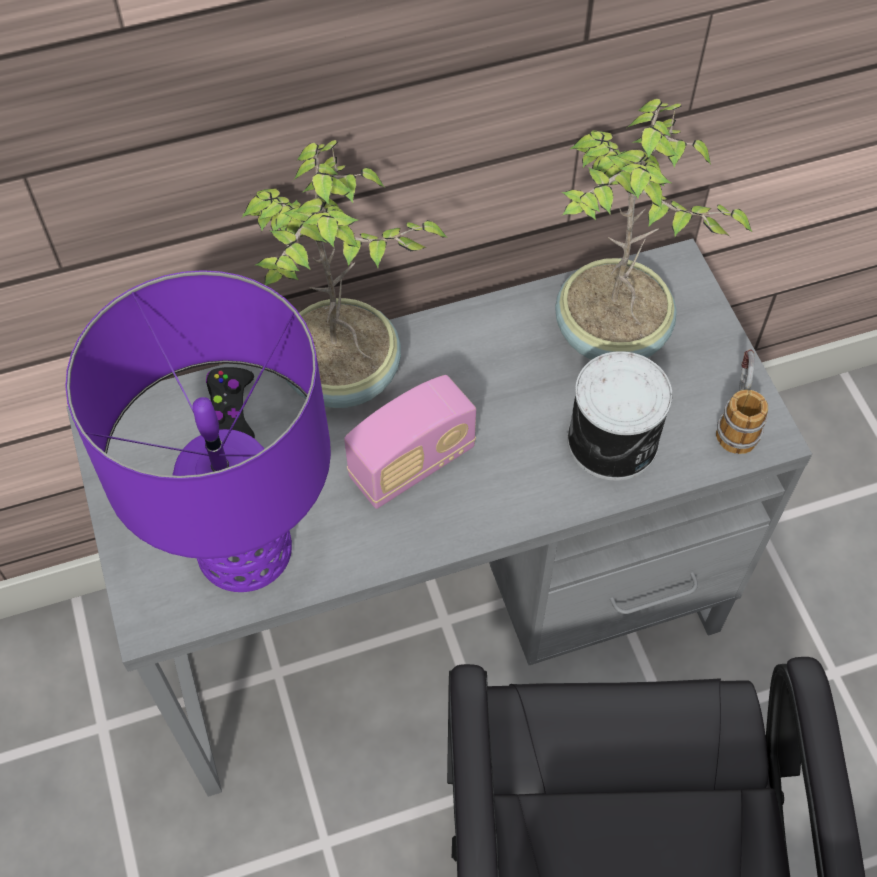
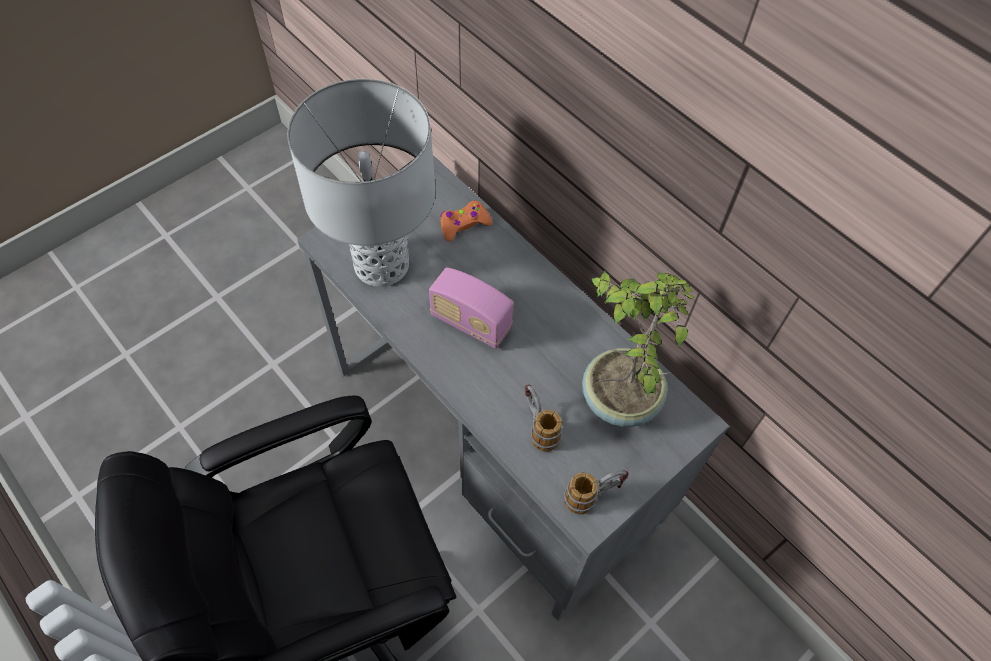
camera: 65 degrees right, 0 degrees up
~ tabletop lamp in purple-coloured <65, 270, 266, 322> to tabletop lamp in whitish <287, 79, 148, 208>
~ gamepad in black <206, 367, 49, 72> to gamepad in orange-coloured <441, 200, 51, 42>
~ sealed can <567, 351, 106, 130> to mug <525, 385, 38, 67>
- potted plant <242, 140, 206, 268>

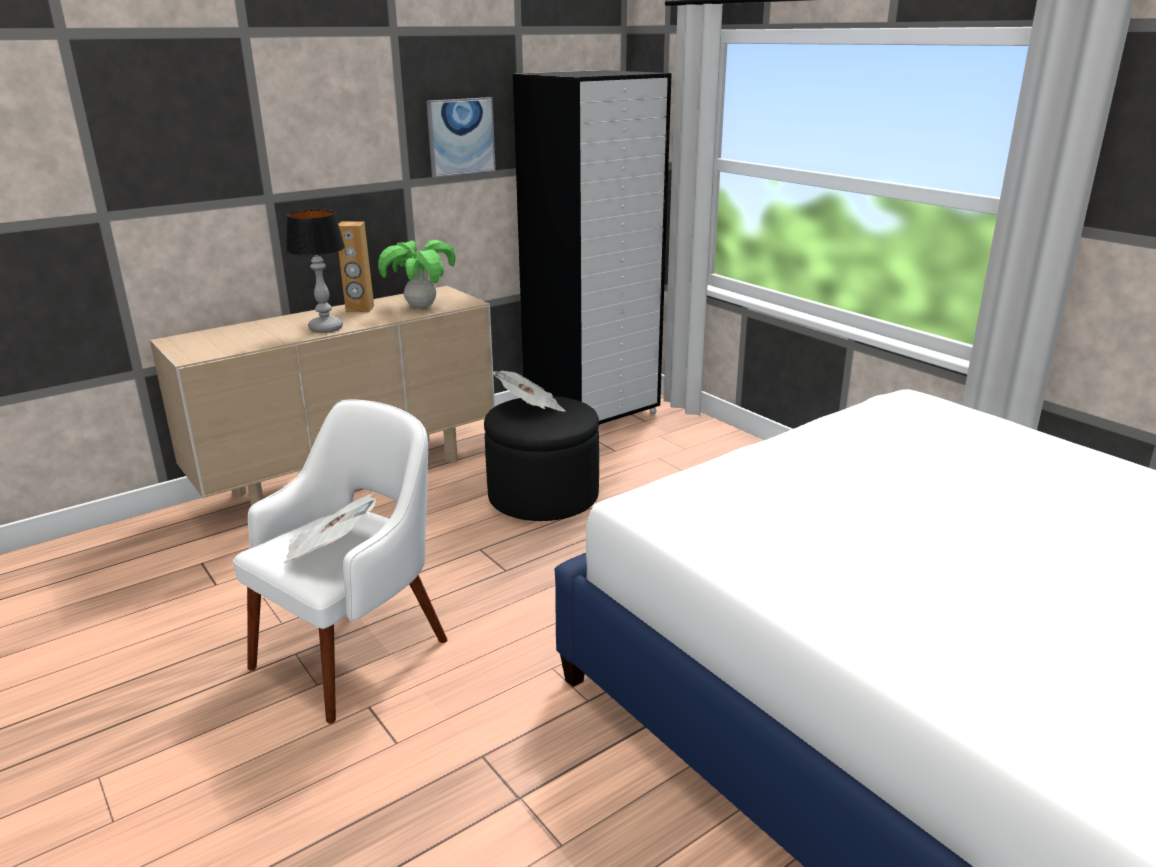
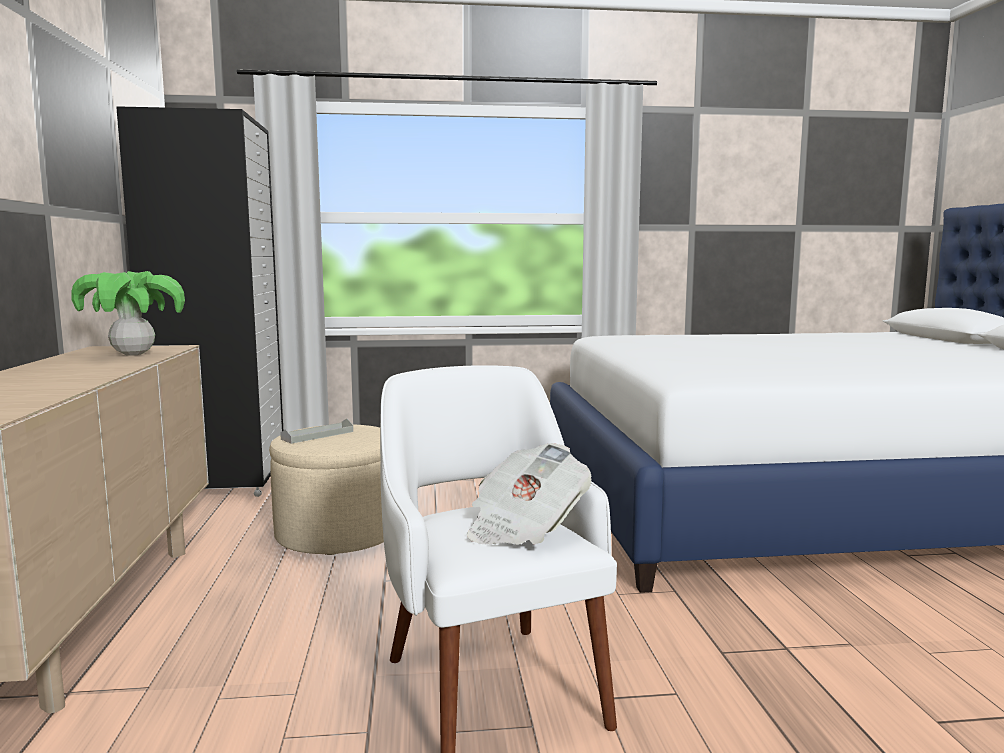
camera: 60 degrees left, 15 degrees down
~ ottoman in black <484, 396, 115, 125> to ottoman in sand-coloured <269, 424, 115, 131>
~ newspaper <492, 371, 73, 40> to tray in gray <280, 419, 73, 25>
- tabletop lamp <286, 210, 59, 123>
- loudspeaker in brown <338, 221, 36, 91>
- wall art <426, 97, 70, 81>

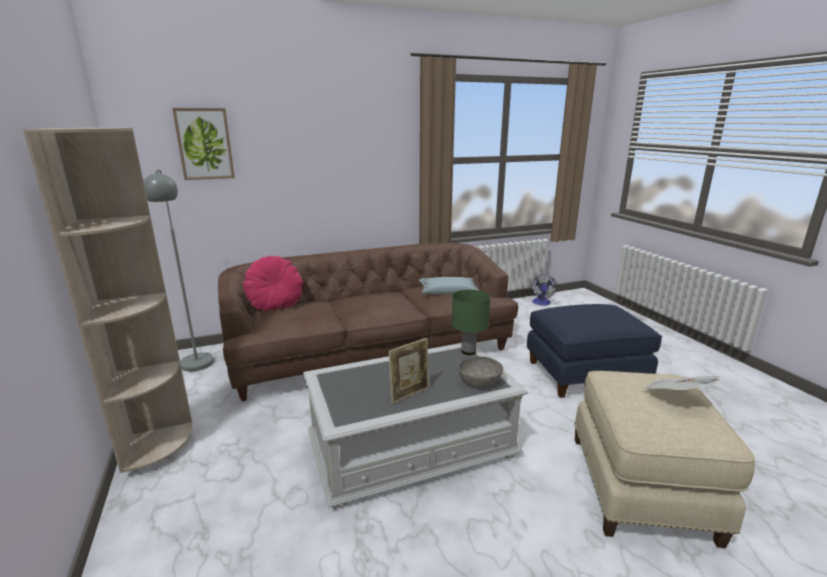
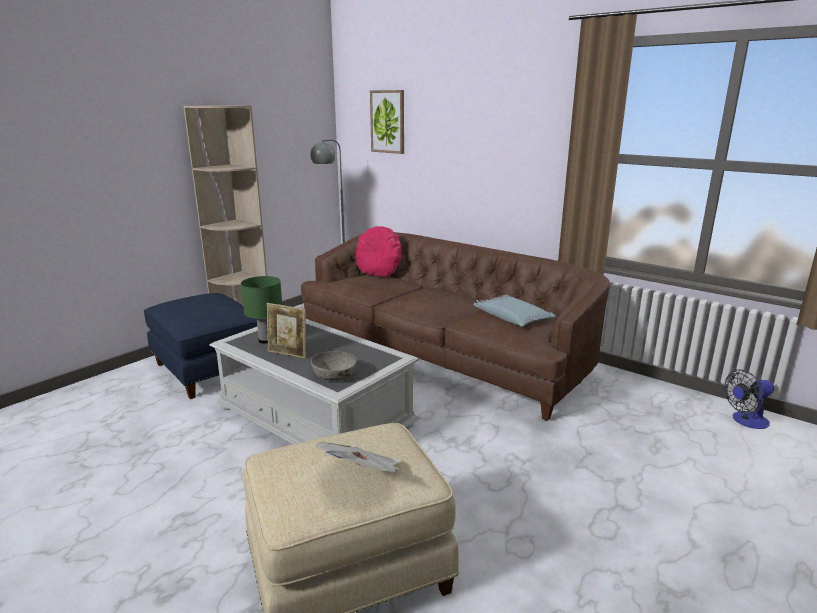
camera: 60 degrees right, 0 degrees up
~ ottoman in bluish <527, 304, 135, 94> to <144, 293, 113, 106>
~ tabletop lamp in green-coloured <452, 290, 38, 65> to <241, 276, 41, 68>

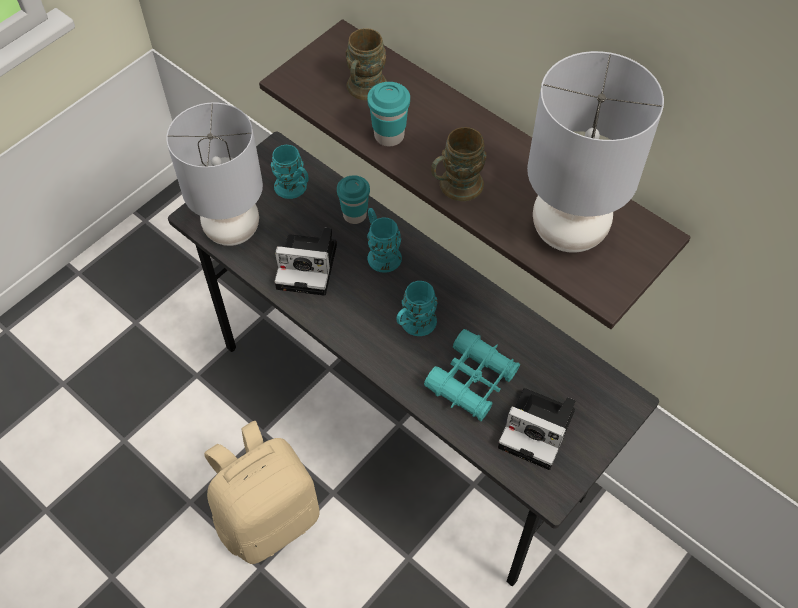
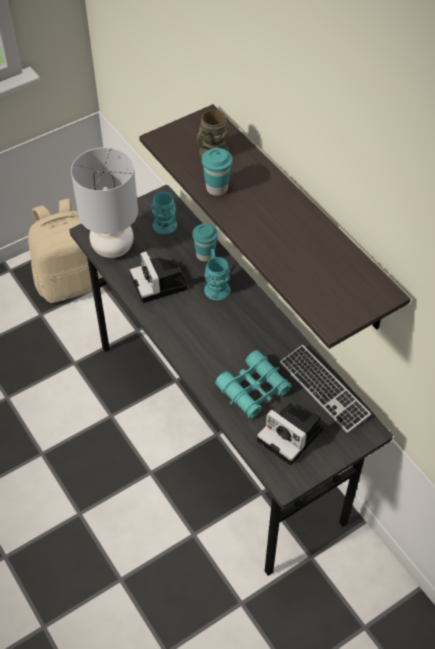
camera: 15 degrees right, 5 degrees down
~ rucksack in sand-coloured <204, 421, 116, 143> to <28, 199, 74, 104>
~ still camera <274, 228, 63, 68> = <130, 251, 58, 52> 45 degrees clockwise
+ keyboard <280, 345, 91, 88>
- mug in blue-green <396, 281, 42, 55>
- mug in brown <431, 127, 55, 74>
- tabletop lamp in gray <527, 51, 137, 202>

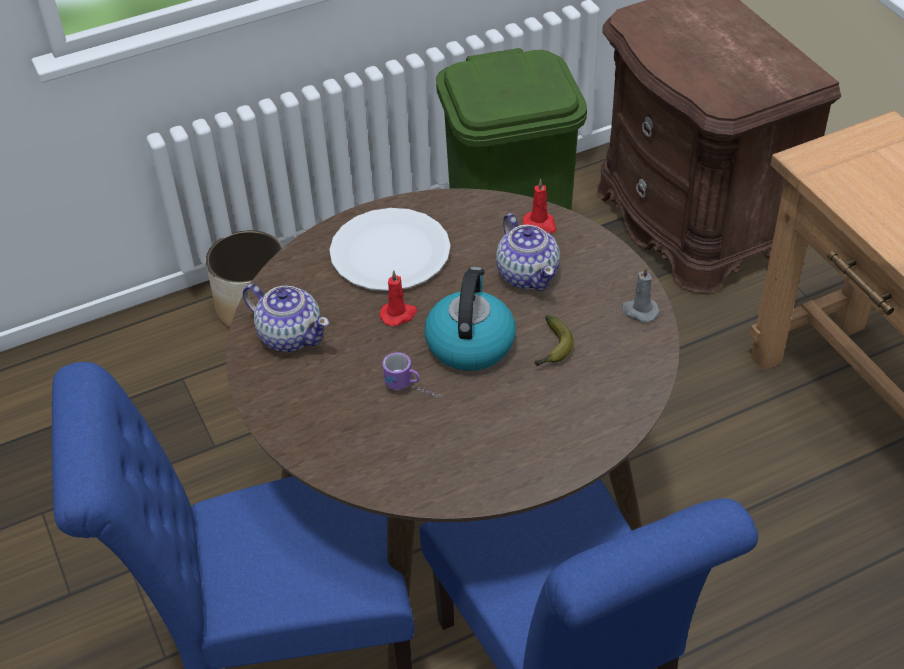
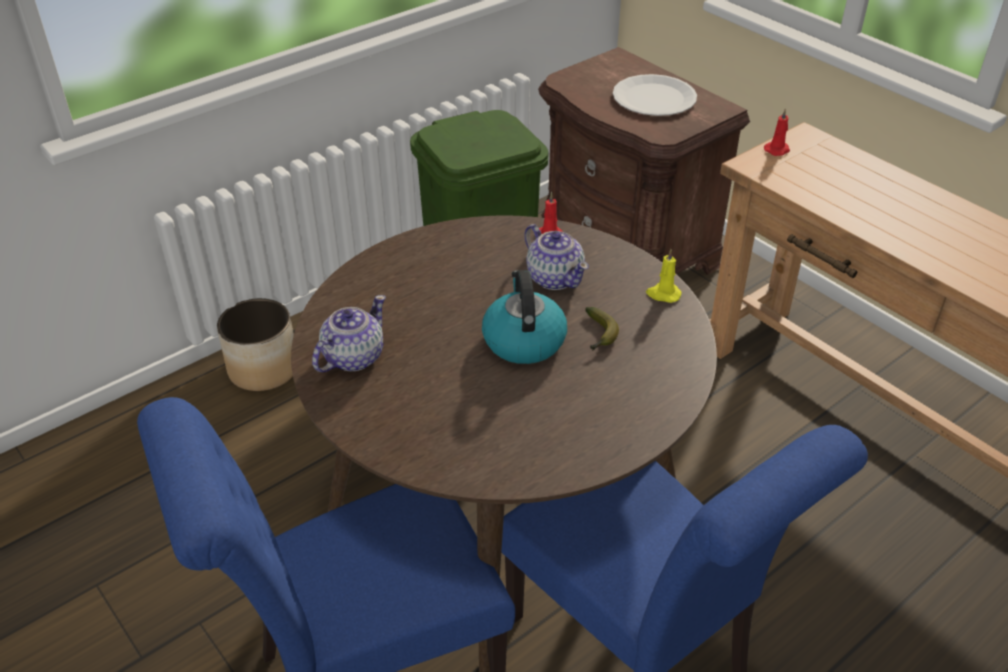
camera: 15 degrees left, 5 degrees down
~ pot for tea <243, 284, 86, 68> = <312, 295, 74, 77> 75 degrees counterclockwise
~ plate in whitish <330, 208, 121, 83> to <613, 74, 84, 42>
~ candle in gray <621, 266, 39, 57> to candle in yellowish <646, 249, 36, 54>
~ candle in red <380, 270, 37, 56> to <764, 109, 26, 47>
- mug <382, 352, 61, 47>

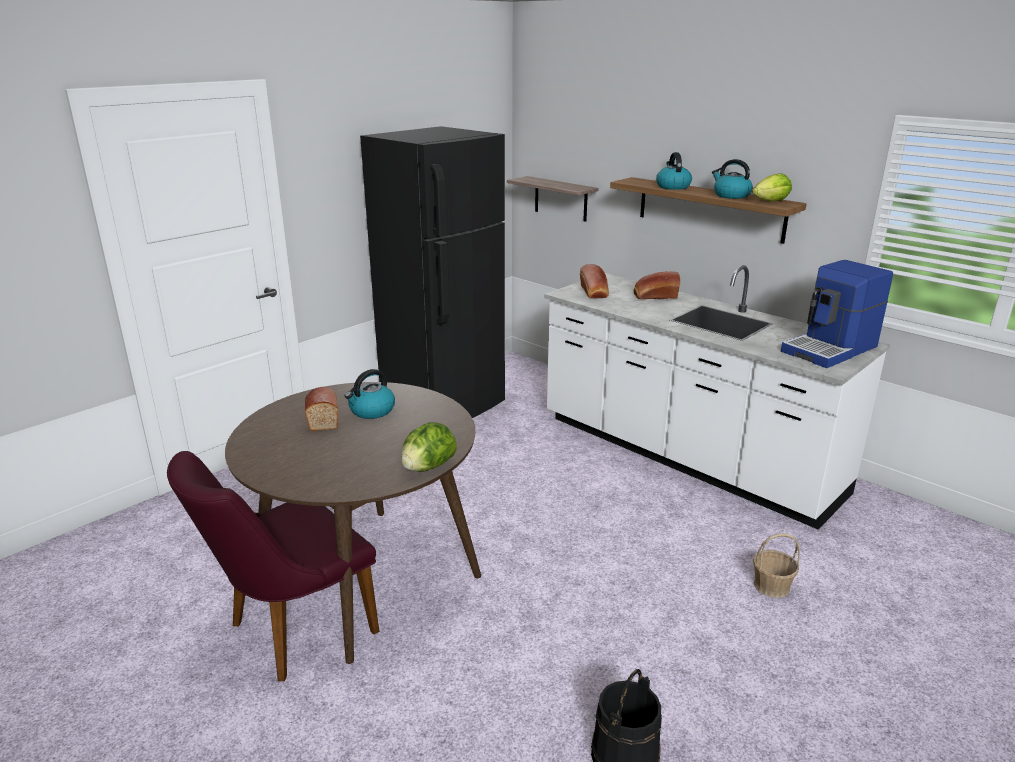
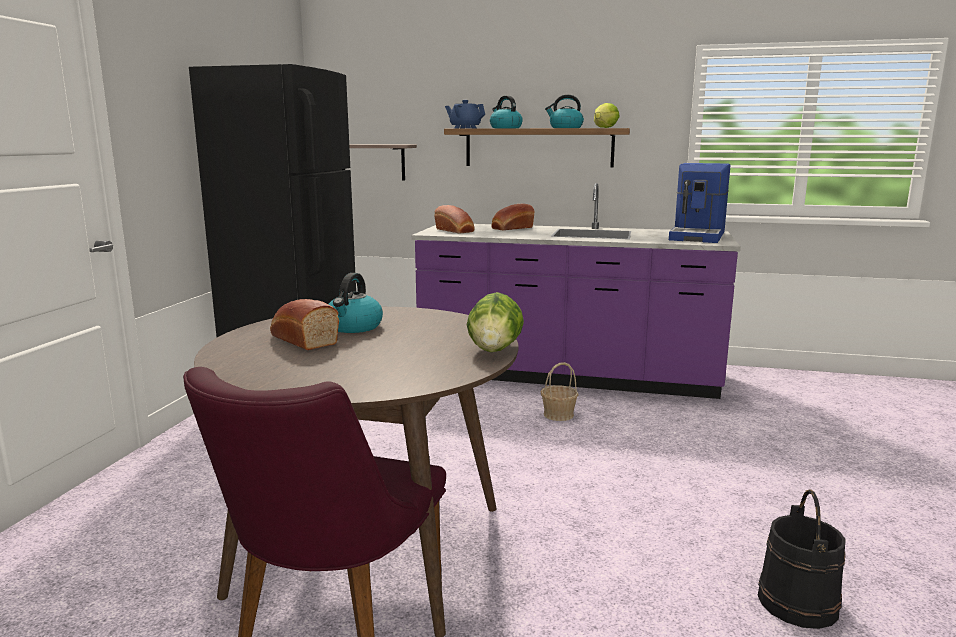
camera: 30 degrees left, 10 degrees down
~ kitchen base unit in whitish <544, 265, 346, 265> to kitchen base unit in purple-coloured <411, 183, 330, 216>
+ pot for tea in bluish <445, 100, 40, 29>
~ household basket <753, 533, 47, 65> to <541, 362, 38, 59>

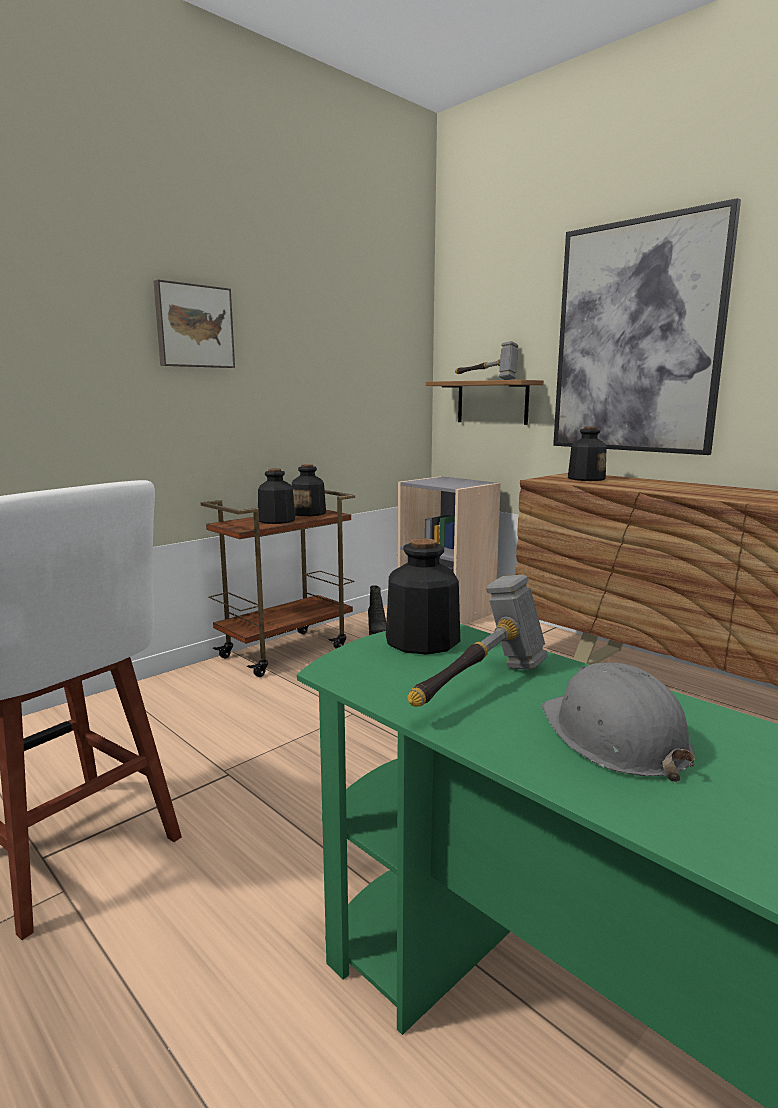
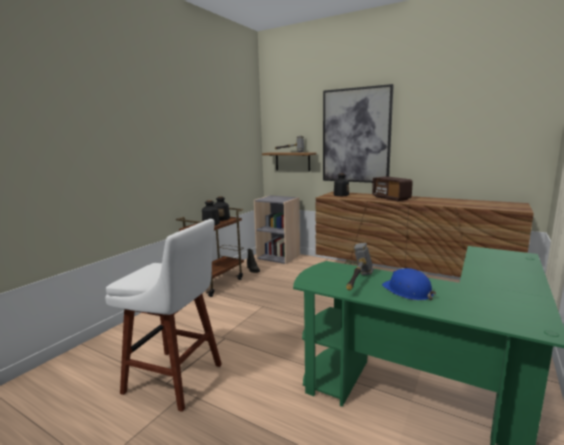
camera: 15 degrees left, 0 degrees up
+ radio set <372, 176, 41, 25>
~ hard hat in gray <542, 663, 153, 119> to hard hat in bluish <382, 268, 54, 32>
- wall art <154, 279, 81, 89>
- beverage bottle <386, 538, 74, 117>

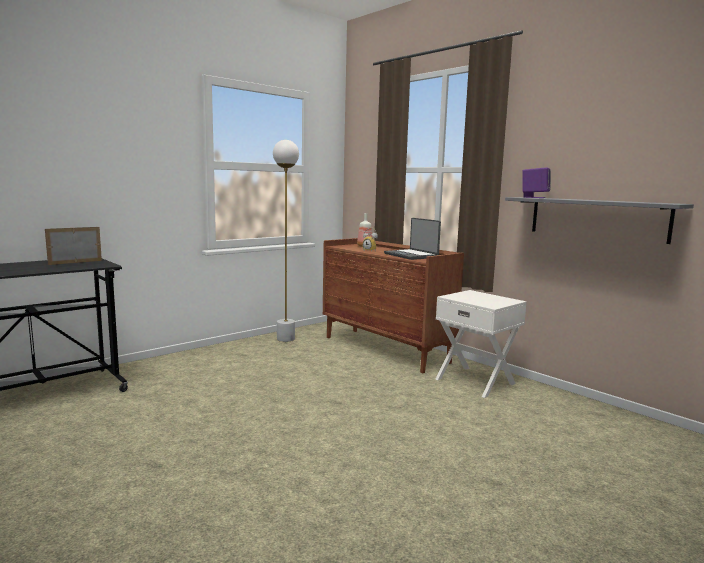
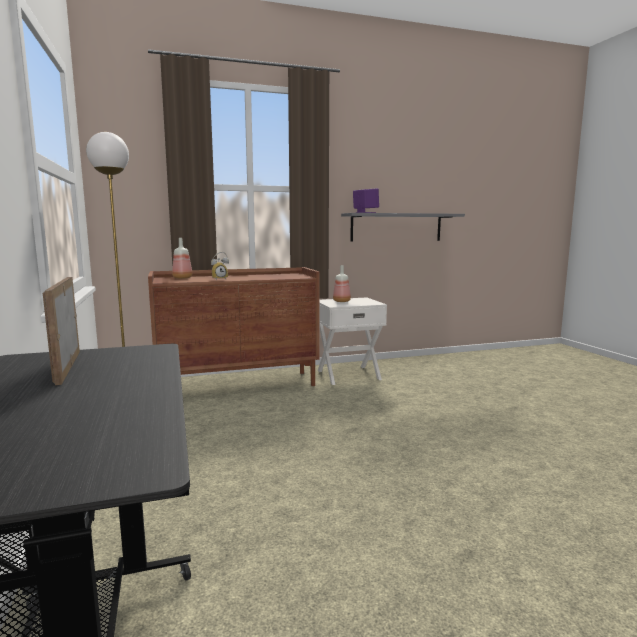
camera: 65 degrees left, 0 degrees up
+ beverage bottle <333, 265, 18, 37>
- laptop <384, 218, 57, 42>

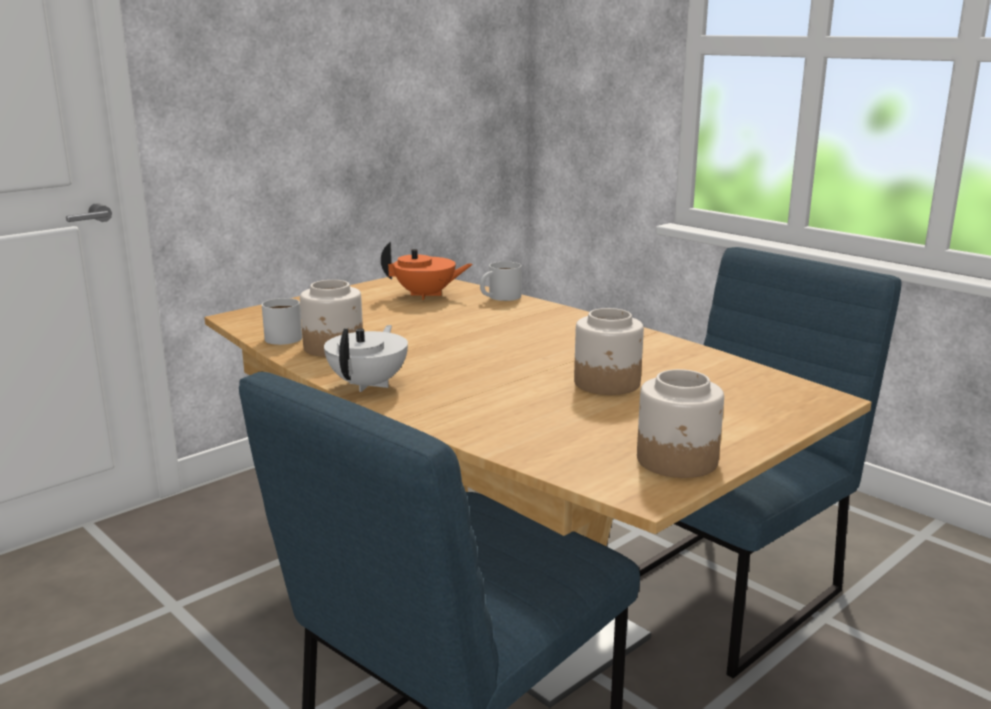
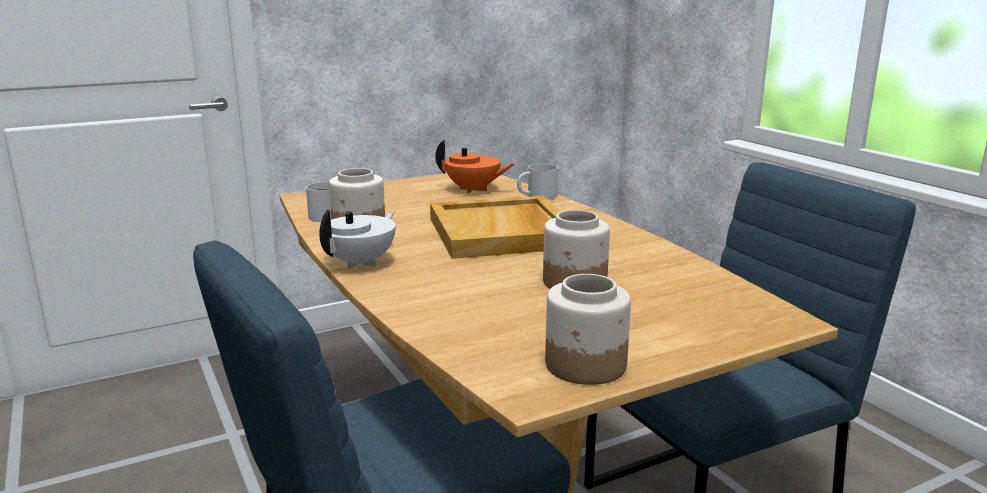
camera: 15 degrees right, 0 degrees up
+ tray in sand-coloured <430, 196, 131, 63>

